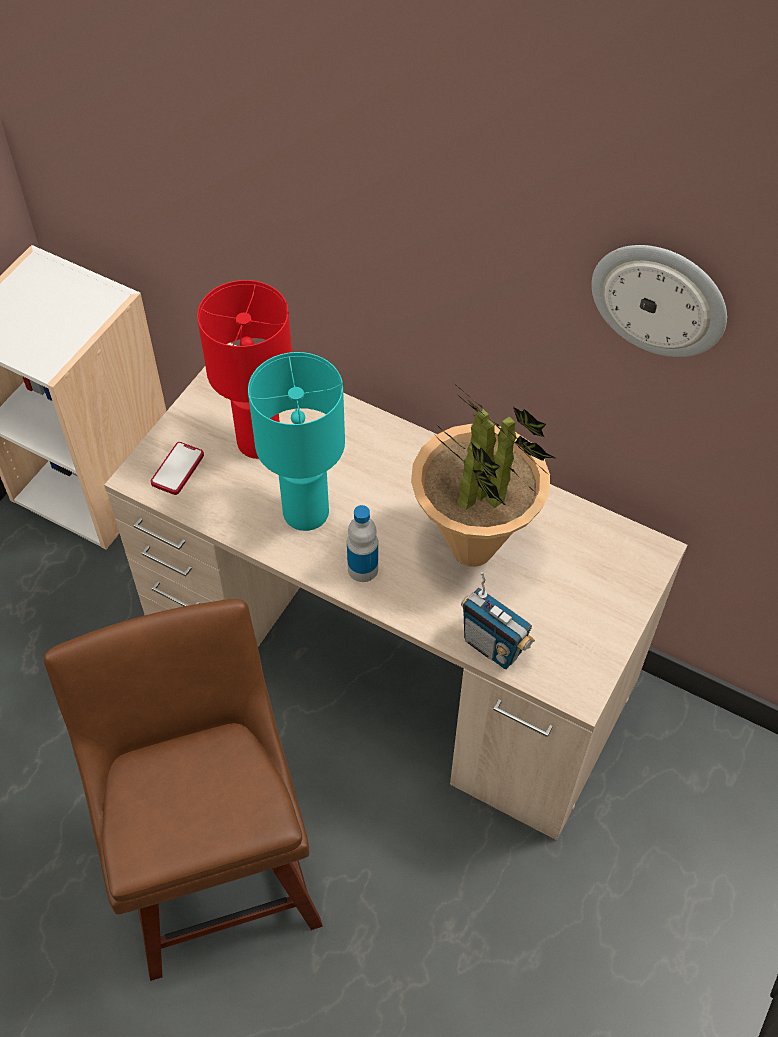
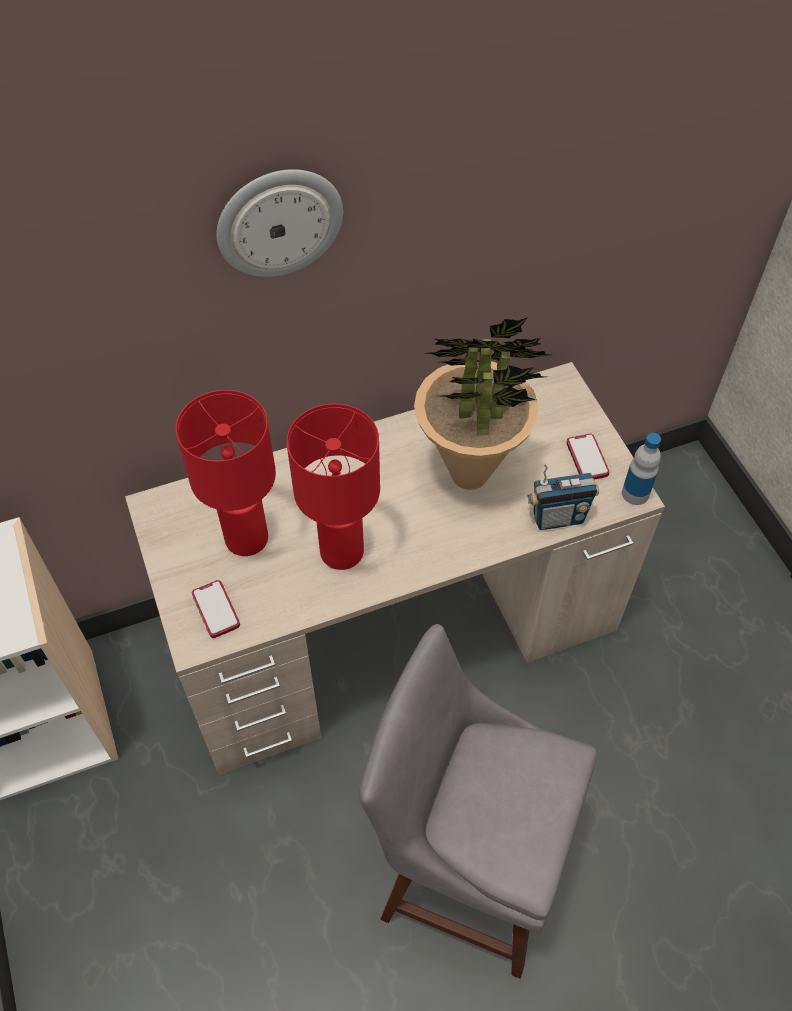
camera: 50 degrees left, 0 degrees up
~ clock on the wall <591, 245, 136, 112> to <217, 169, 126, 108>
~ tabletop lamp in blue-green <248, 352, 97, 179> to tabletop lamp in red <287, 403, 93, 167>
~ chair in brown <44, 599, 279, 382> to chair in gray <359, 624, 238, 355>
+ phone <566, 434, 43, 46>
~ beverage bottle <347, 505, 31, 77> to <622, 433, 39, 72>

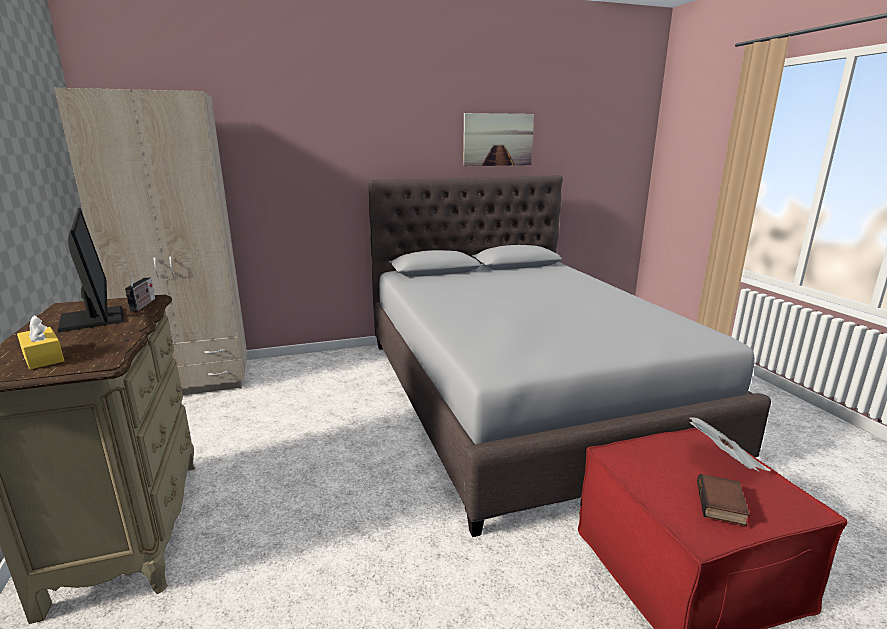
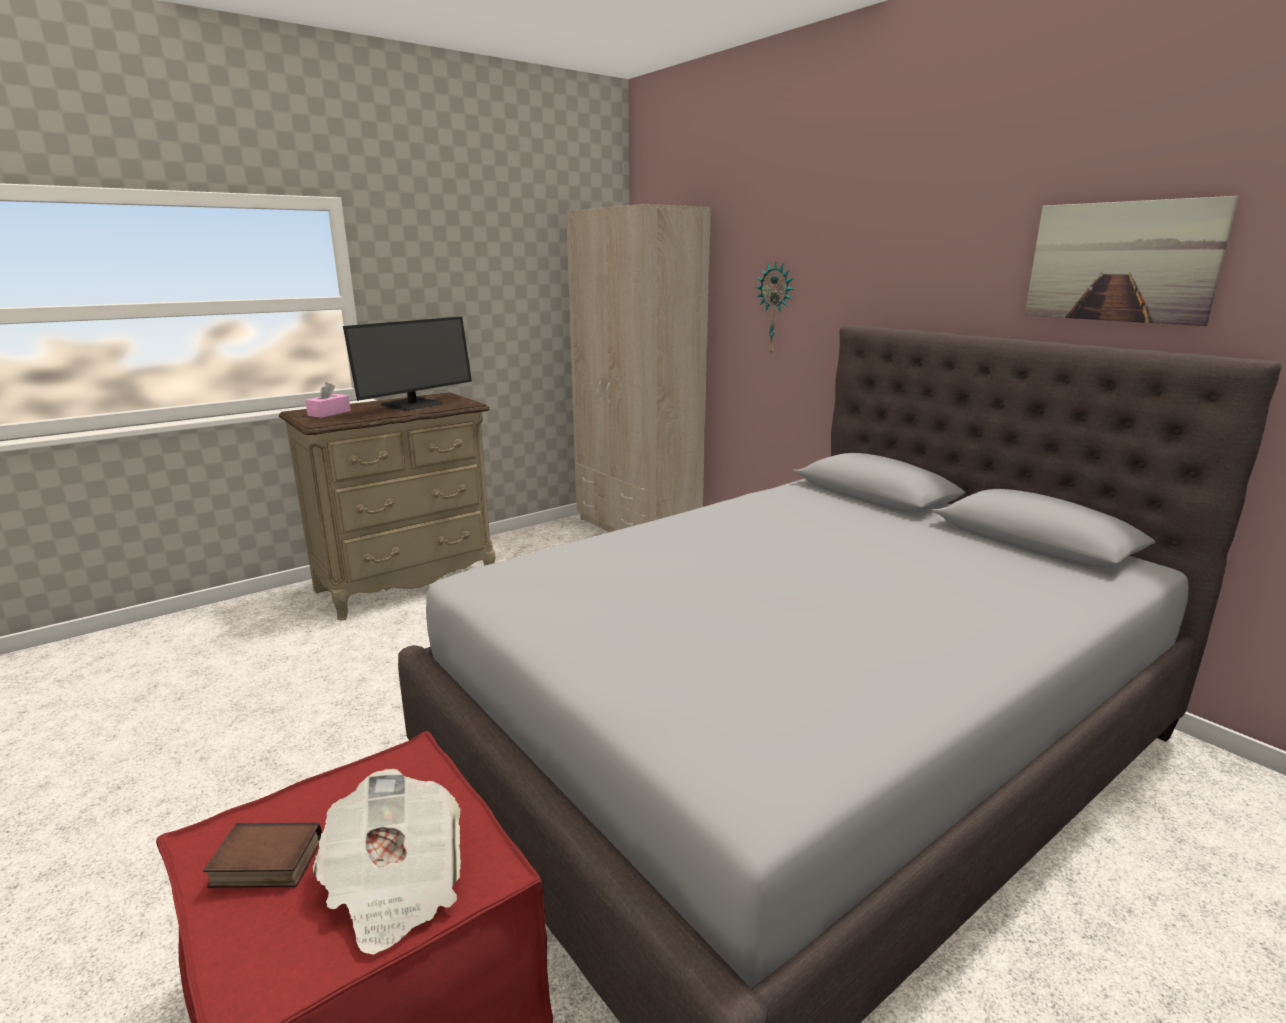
camera: 70 degrees right, 0 degrees up
~ box of tissues in yellowish <17, 315, 47, 55> to box of tissues in pink <305, 382, 46, 36>
+ clock on the wall <756, 262, 37, 94>
- radio set <125, 272, 30, 39>

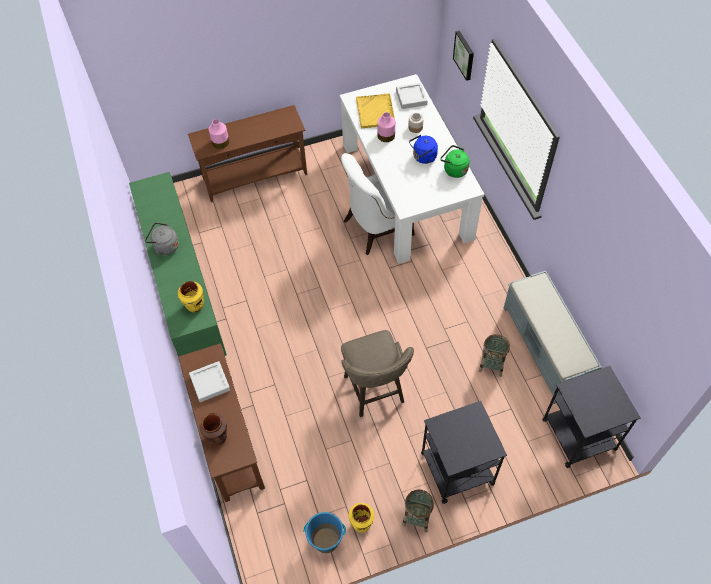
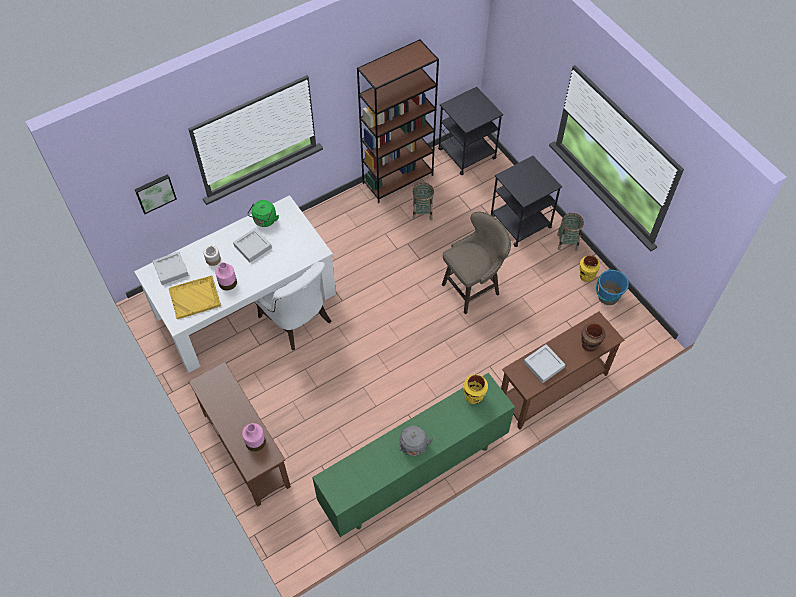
camera: 105 degrees left, 0 degrees up
~ tea kettle in bluish <409, 135, 29, 29> to tray in gray <233, 228, 39, 34>
~ long seat in gray <504, 271, 98, 132> to shelving unit in brown <357, 39, 82, 164>

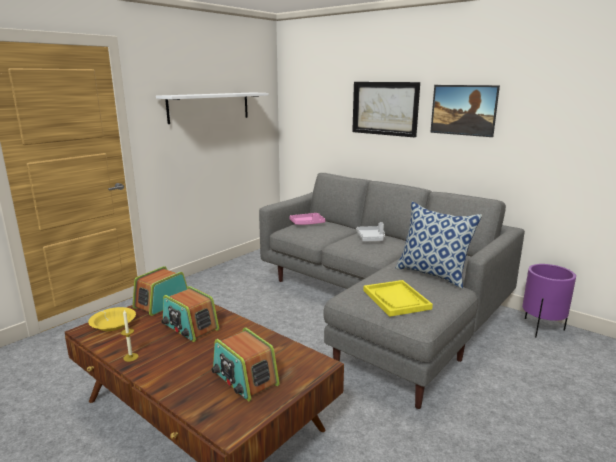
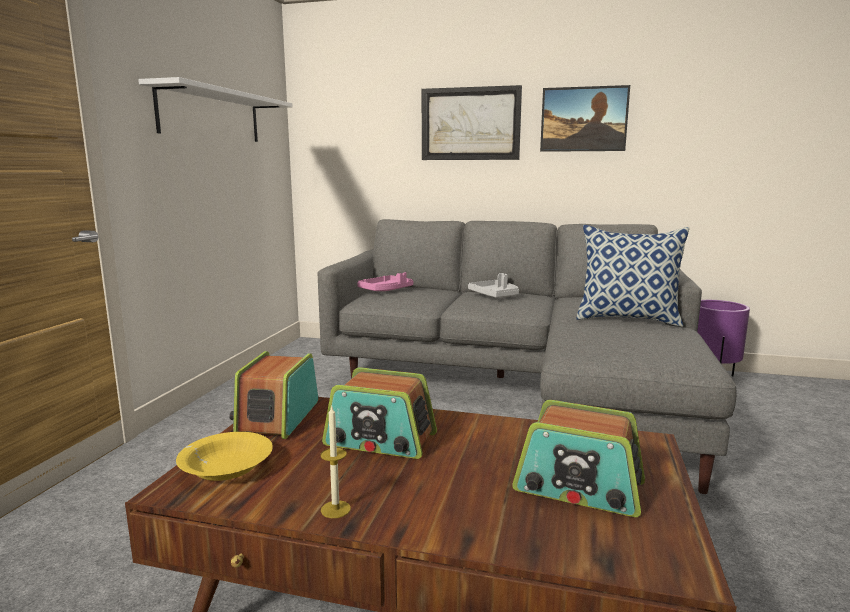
camera: 25 degrees left, 5 degrees down
- tray in yellowish <363, 280, 70, 37>

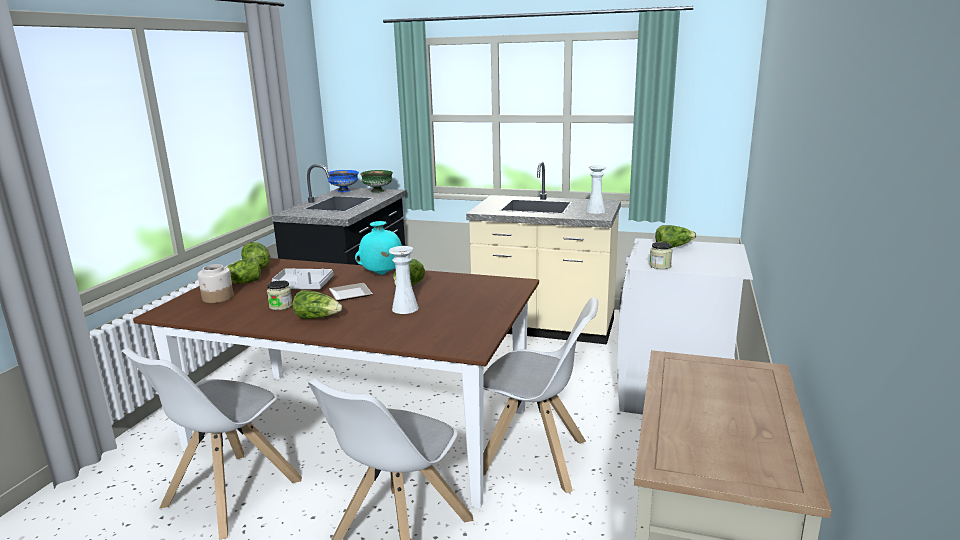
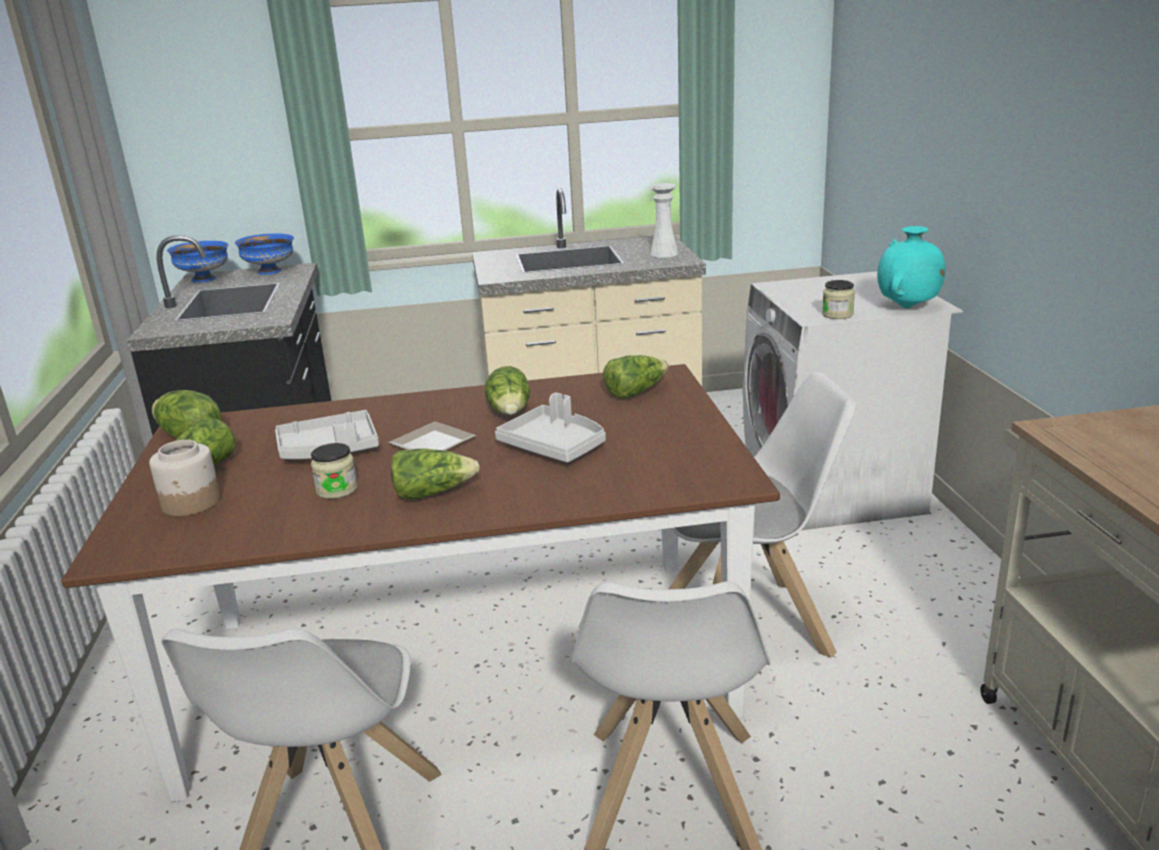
camera: 25 degrees left, 5 degrees up
~ deep dish in green-coloured <360, 170, 33, 23> to deep dish in bluish <235, 233, 59, 42>
~ vase in whitish <389, 246, 30, 68> to tray in gray <495, 393, 111, 70>
~ lettuce <655, 225, 41, 23> to <603, 355, 66, 44>
~ vase in blue-green <355, 221, 48, 54> to <877, 226, 68, 82>

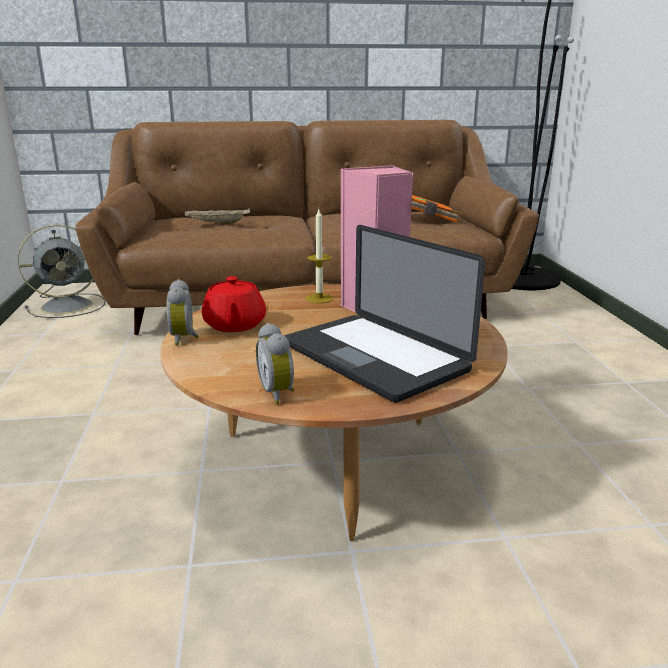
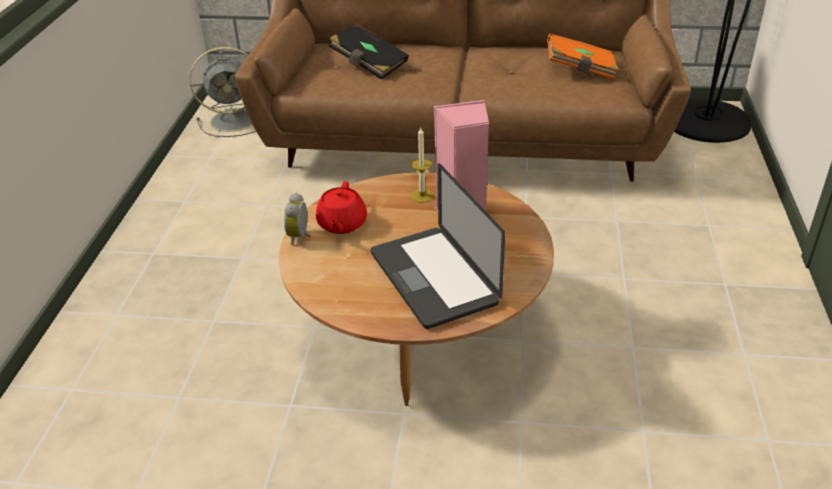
camera: 15 degrees right, 15 degrees up
~ tray in sand-coloured <185, 208, 65, 17> to volume in black <329, 23, 80, 56>
- alarm clock <256, 323, 38, 82>

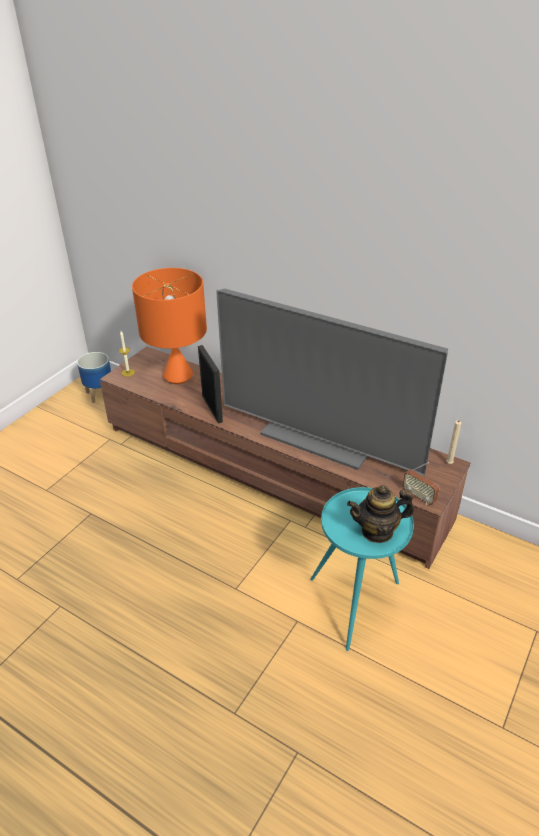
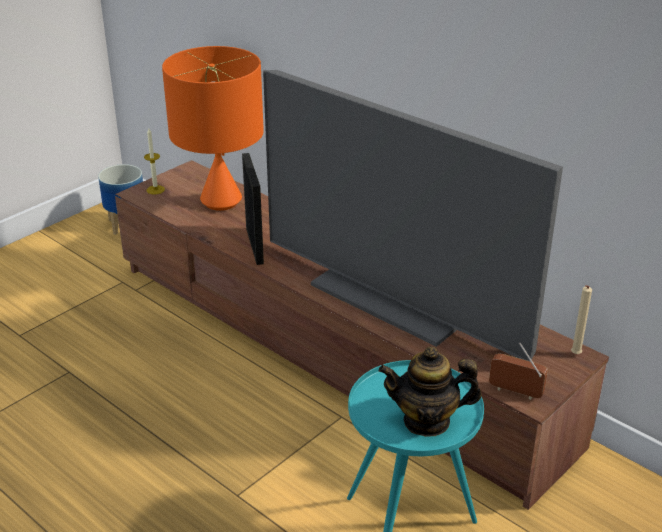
camera: 10 degrees right, 5 degrees down
~ radio set <402, 462, 38, 43> = <489, 343, 59, 57> 150 degrees clockwise

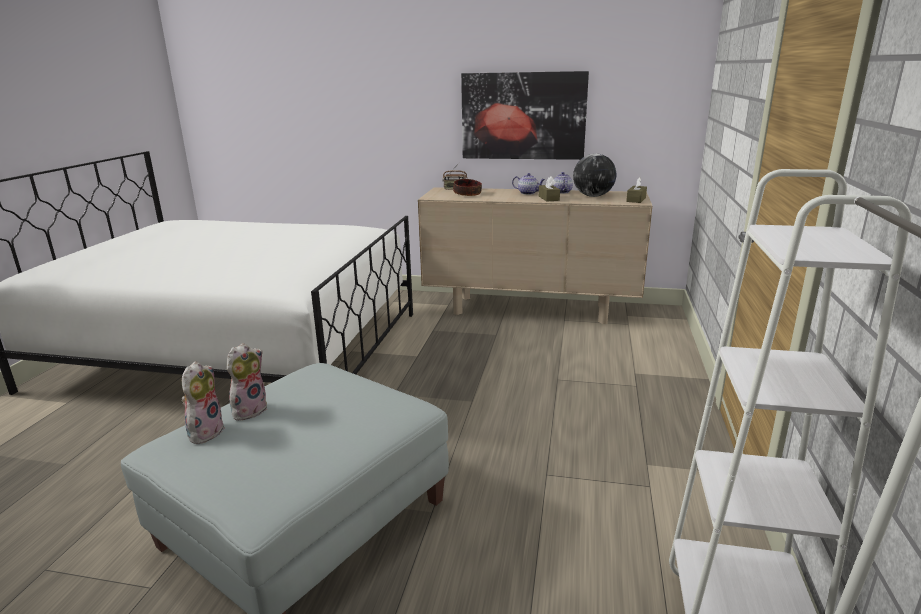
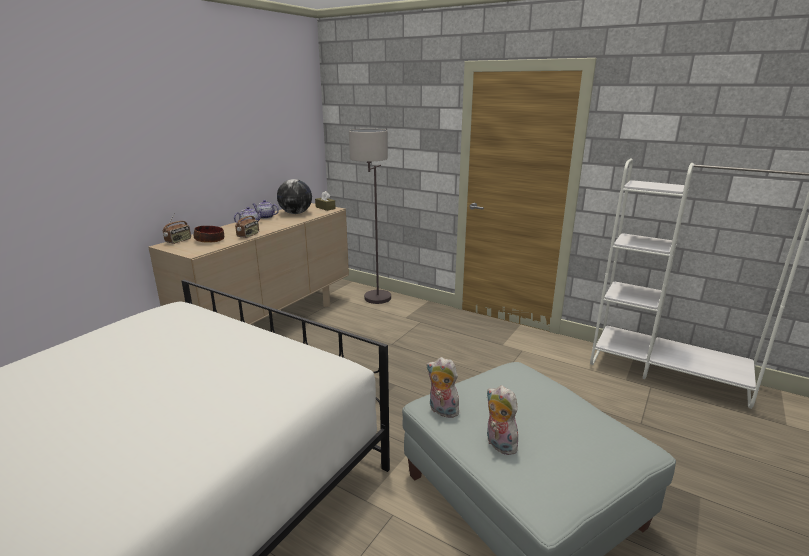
camera: 70 degrees left, 0 degrees up
+ radio set <235, 208, 24, 30>
+ standard lamp in gray <349, 129, 42, 175>
~ soft toy <182, 361, 43, 83> to <426, 357, 36, 61>
- wall art <461, 71, 128, 89>
- box of tissues in brown <539, 176, 21, 25>

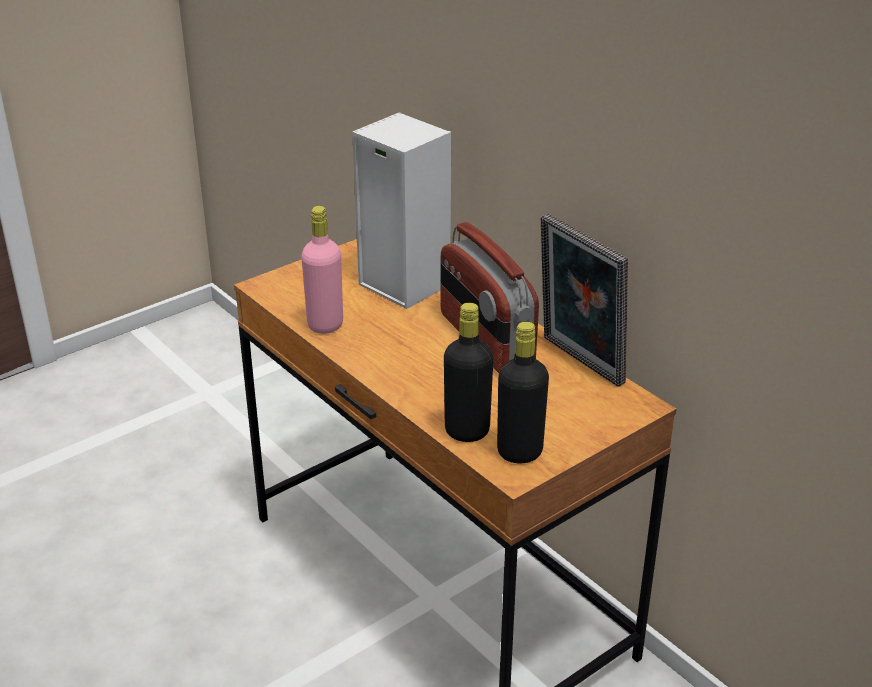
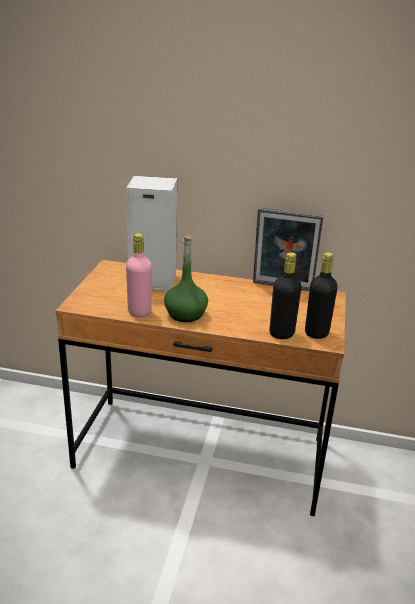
camera: 40 degrees left, 5 degrees down
+ beverage bottle in green-coloured <164, 236, 44, 86>
- radio set <441, 222, 98, 151>

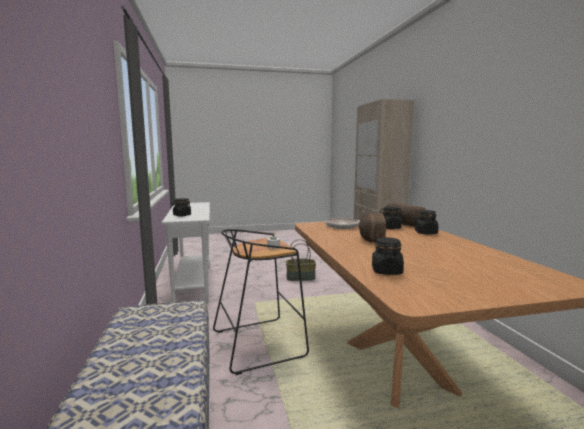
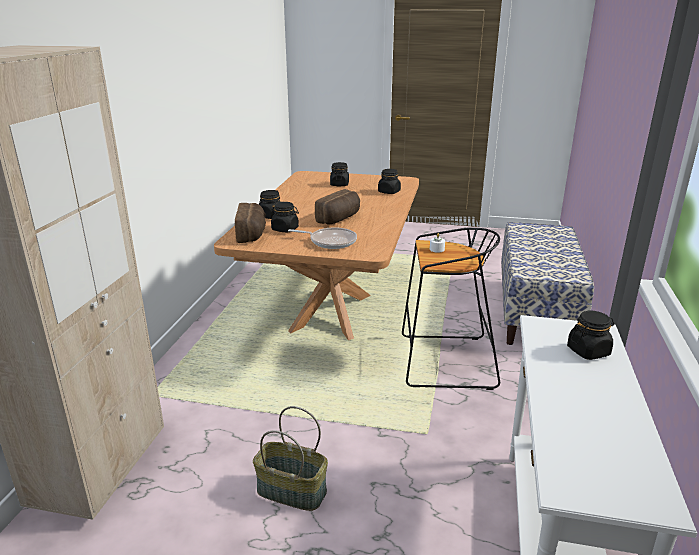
camera: 155 degrees left, 15 degrees up
+ storage jar in black <330, 162, 19, 24>

